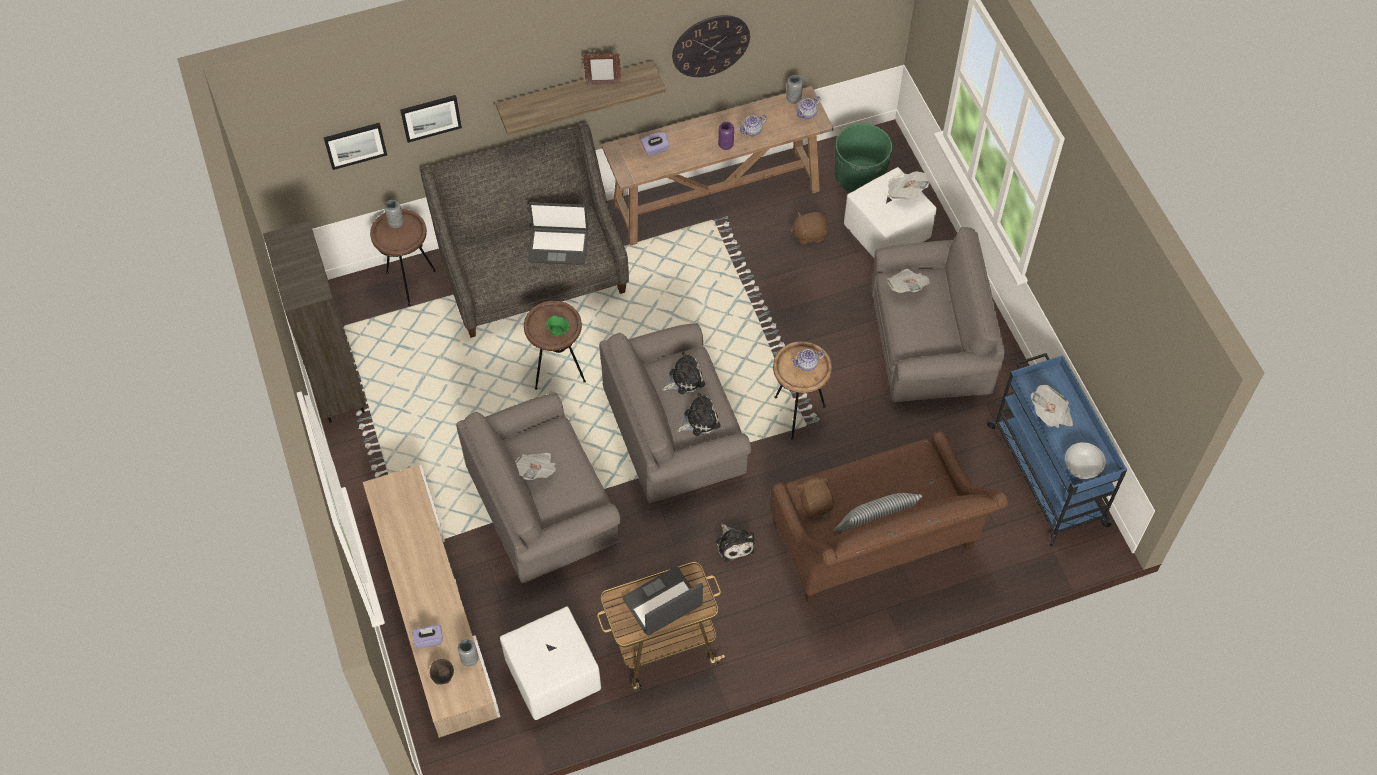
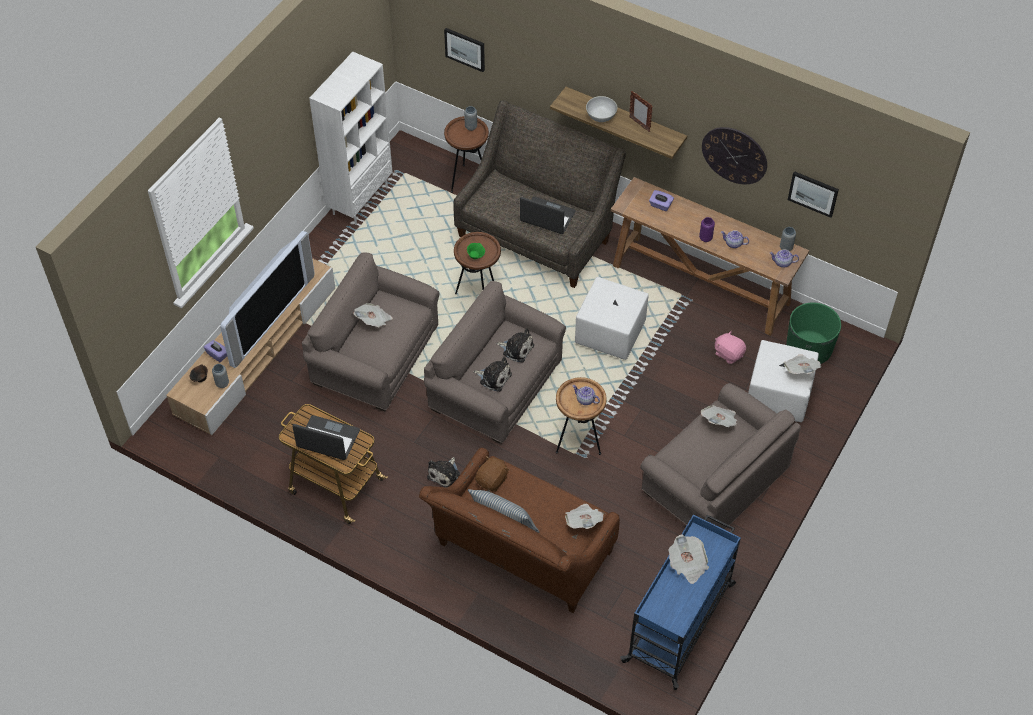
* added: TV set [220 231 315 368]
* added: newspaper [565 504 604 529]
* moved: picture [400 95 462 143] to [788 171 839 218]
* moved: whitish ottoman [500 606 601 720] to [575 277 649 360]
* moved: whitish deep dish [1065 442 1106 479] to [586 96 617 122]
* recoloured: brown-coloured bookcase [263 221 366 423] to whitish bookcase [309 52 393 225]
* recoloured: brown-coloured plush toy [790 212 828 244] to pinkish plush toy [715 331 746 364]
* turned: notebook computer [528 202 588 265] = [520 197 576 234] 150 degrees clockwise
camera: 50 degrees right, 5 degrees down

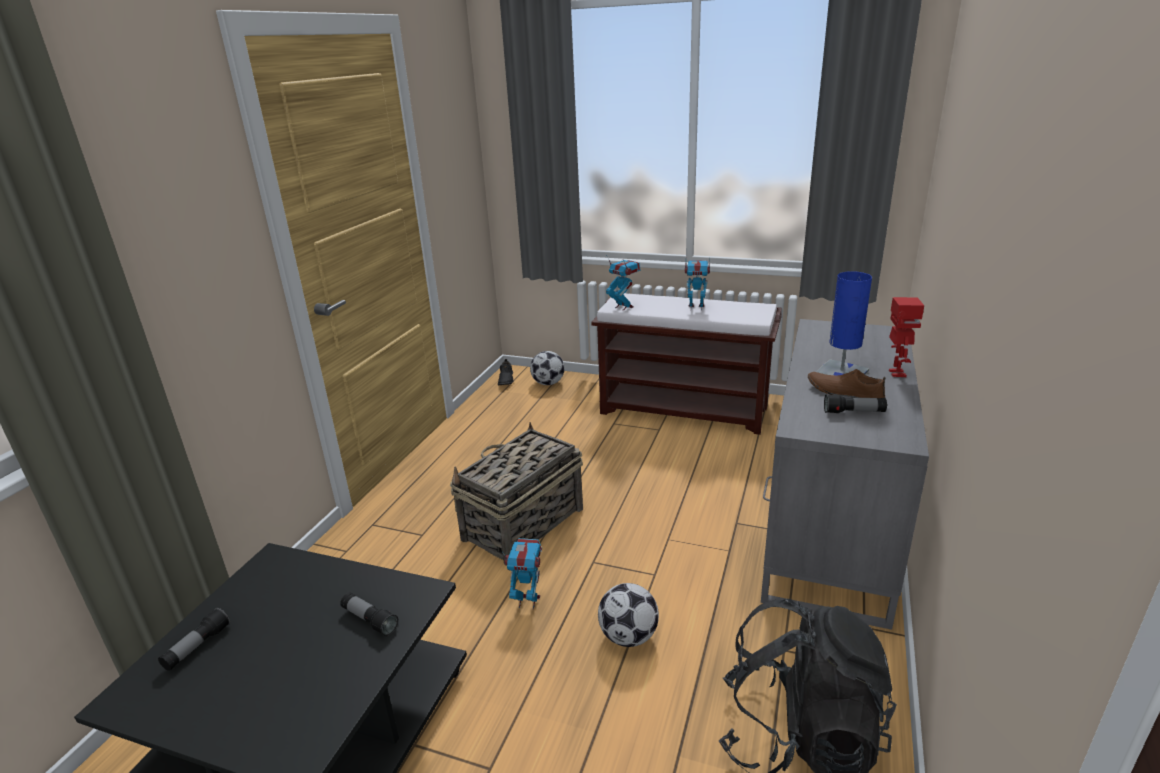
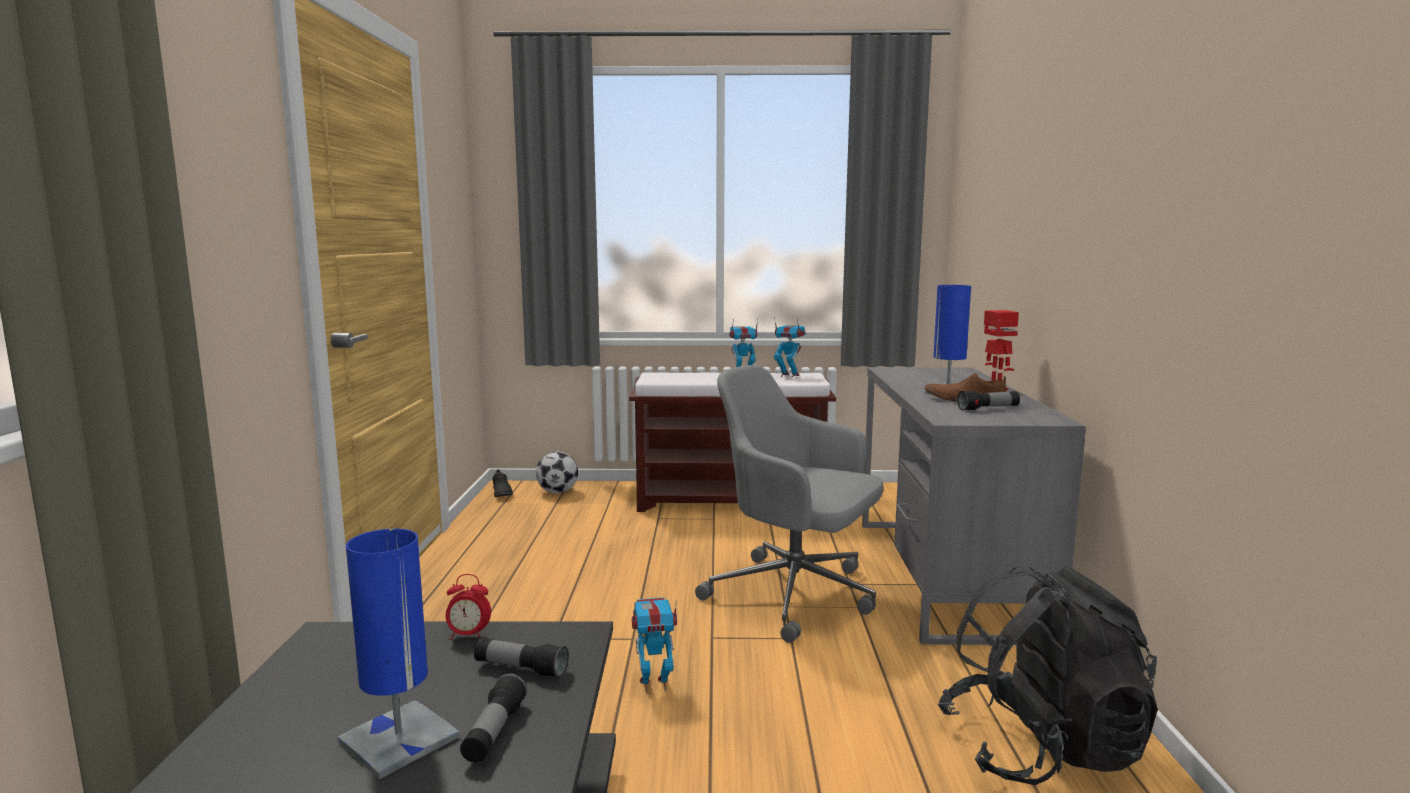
* removed: basket [450 422 583 566]
* removed: football [598 583 659 647]
* added: blue-coloured tabletop lamp [337 529 460 779]
* added: alarm clock [446 574 491 640]
* added: grey desk chair [695 365 884 643]
* moved: torch [158 608 230 671] to [460 674 527 763]
* moved: model robot [606 255 640 310] to [774 317 806 378]
camera: 20 degrees left, 15 degrees down

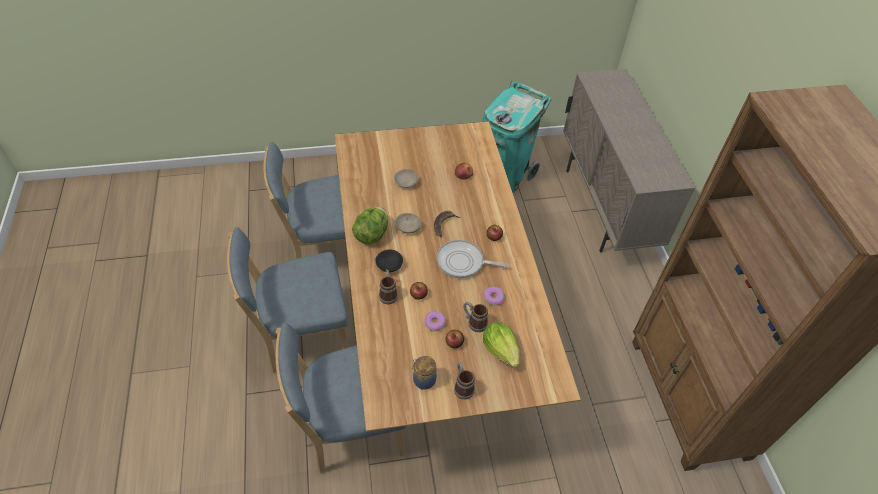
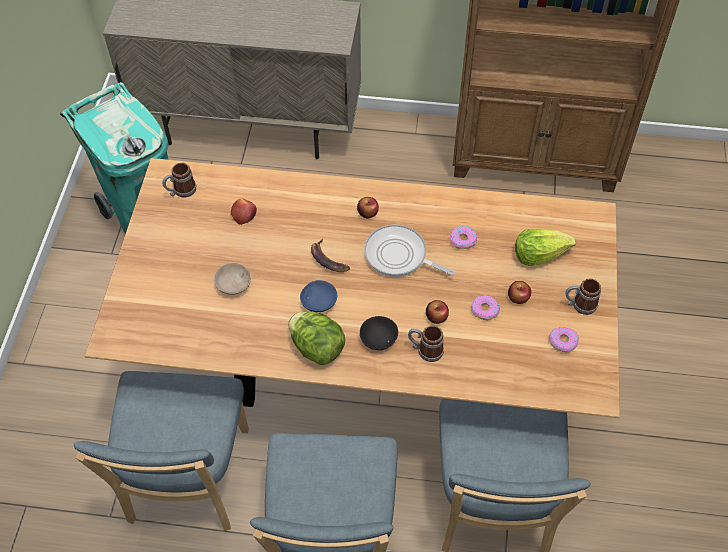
* moved: coffee mug [463 302 488 332] to [162 163 196 198]
* replaced: storage jar [412 356 437 390] to ring doughnut [549 327 579 353]
* recoloured: sand-coloured deep dish [395 213 422 234] to blue-coloured deep dish [300 280 337 312]
* turned: skillet [437 240 509 279] = [364 224 455 277] 90 degrees clockwise
camera: 70 degrees left, 5 degrees up

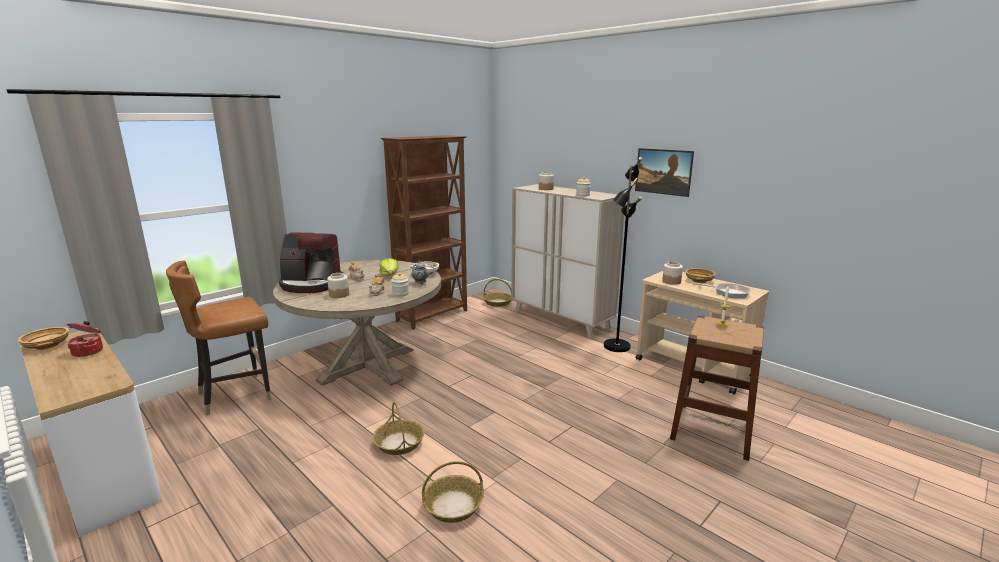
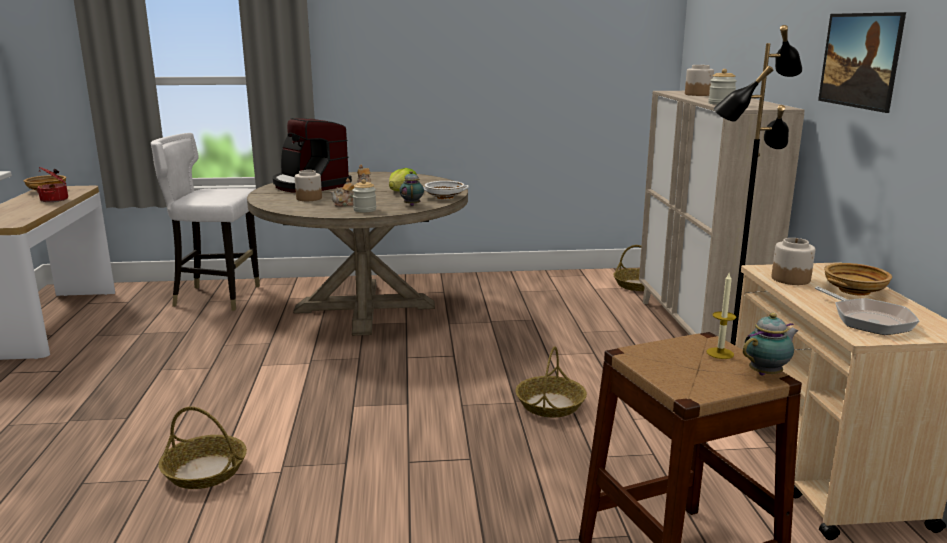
* removed: brown-coloured bookcase [381 135 467 330]
* added: tea pot [743 313 799 376]
* moved: basket [372 402 425 455] to [516 346 587 417]
* recoloured: brown-coloured plain chair [166 260 271 415] to whitish plain chair [151 133 260 311]
camera: 40 degrees right, 0 degrees up

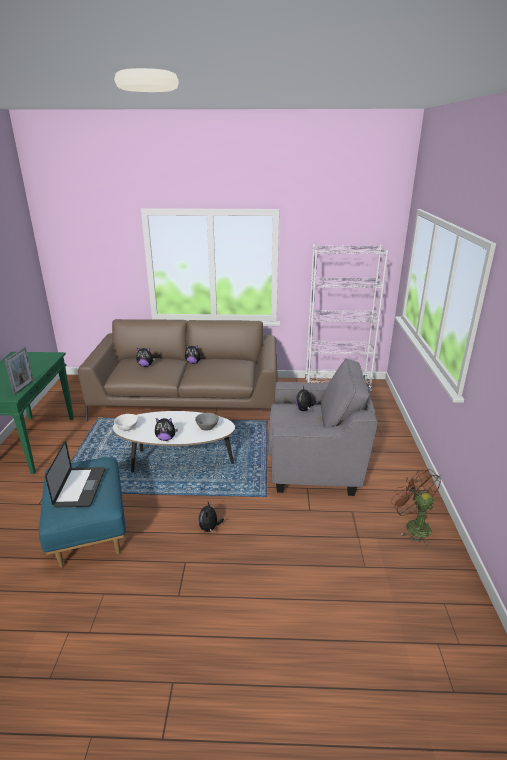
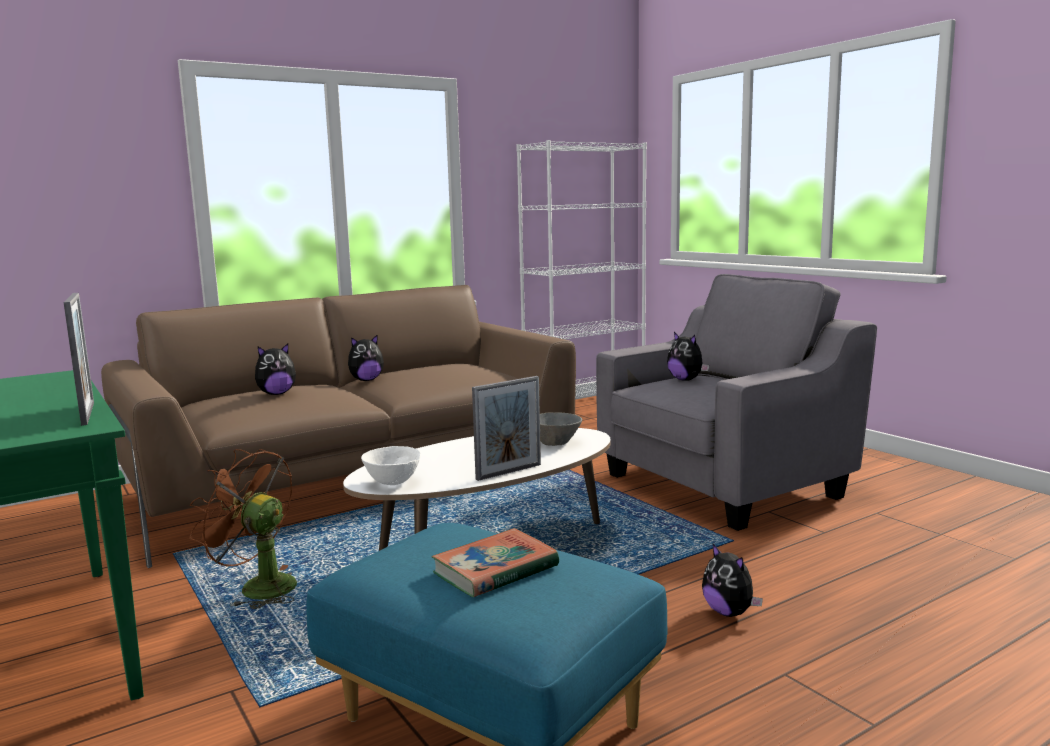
* moved: brown-coloured electric fan [391 469 441 544] to [190 449 297 609]
* replaced: notebook computer [45 440 105 508] to bound book [432 528 559 597]
* replaced: plush toy [155 418 178 441] to standing frame [472 376 541 481]
camera: 35 degrees left, 15 degrees down

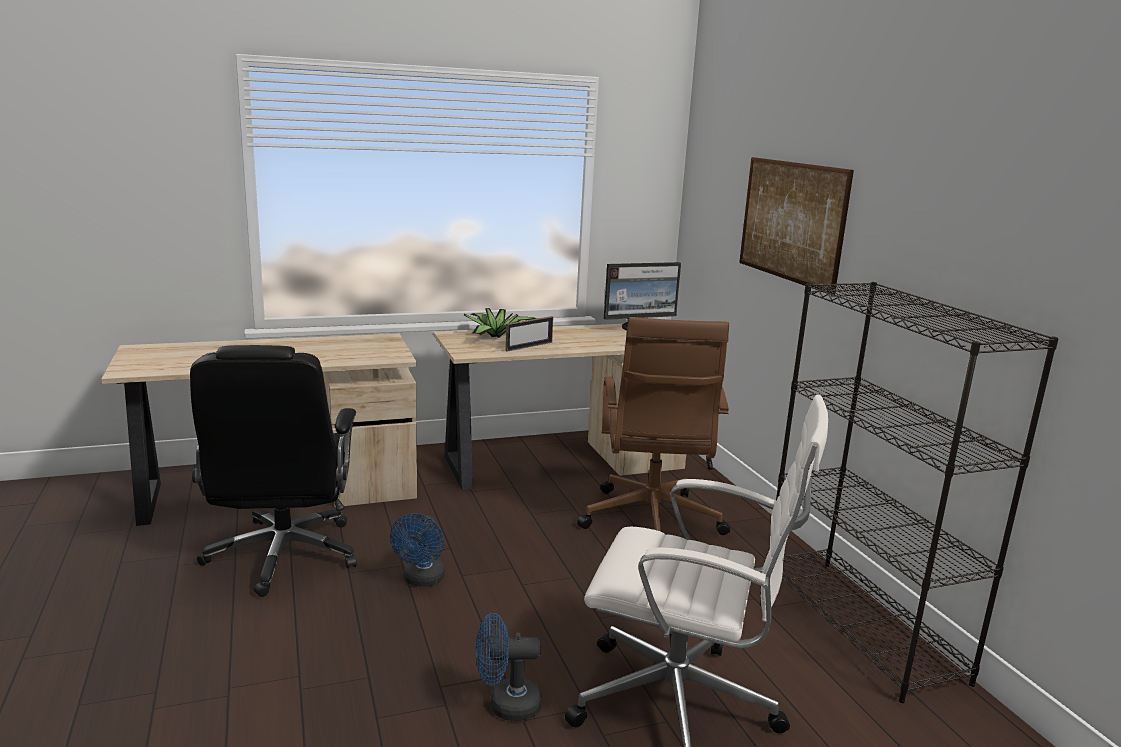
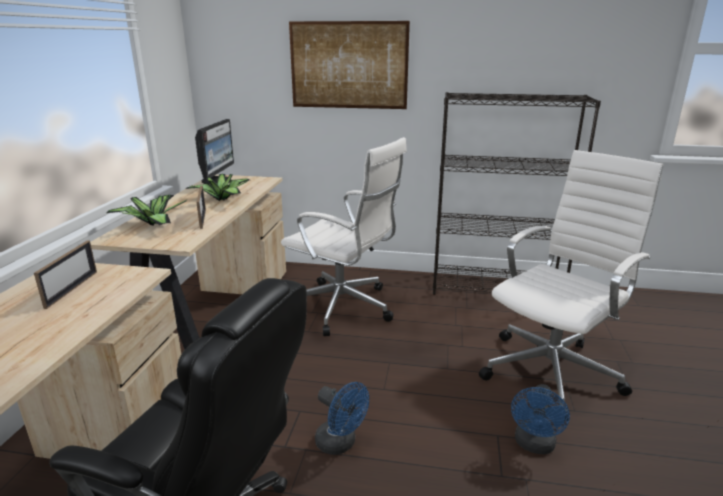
* added: standing frame [34 240 97 309]
* added: potted plant [186 174 250 201]
* recoloured: brown-coloured desk chair [577 317 730 535] to whitish desk chair [281 137 407 336]
camera: 60 degrees left, 5 degrees up

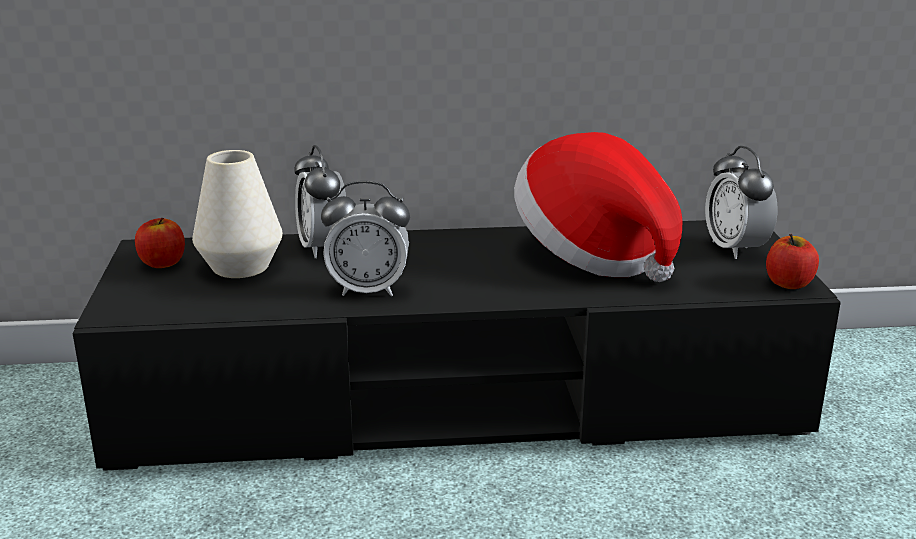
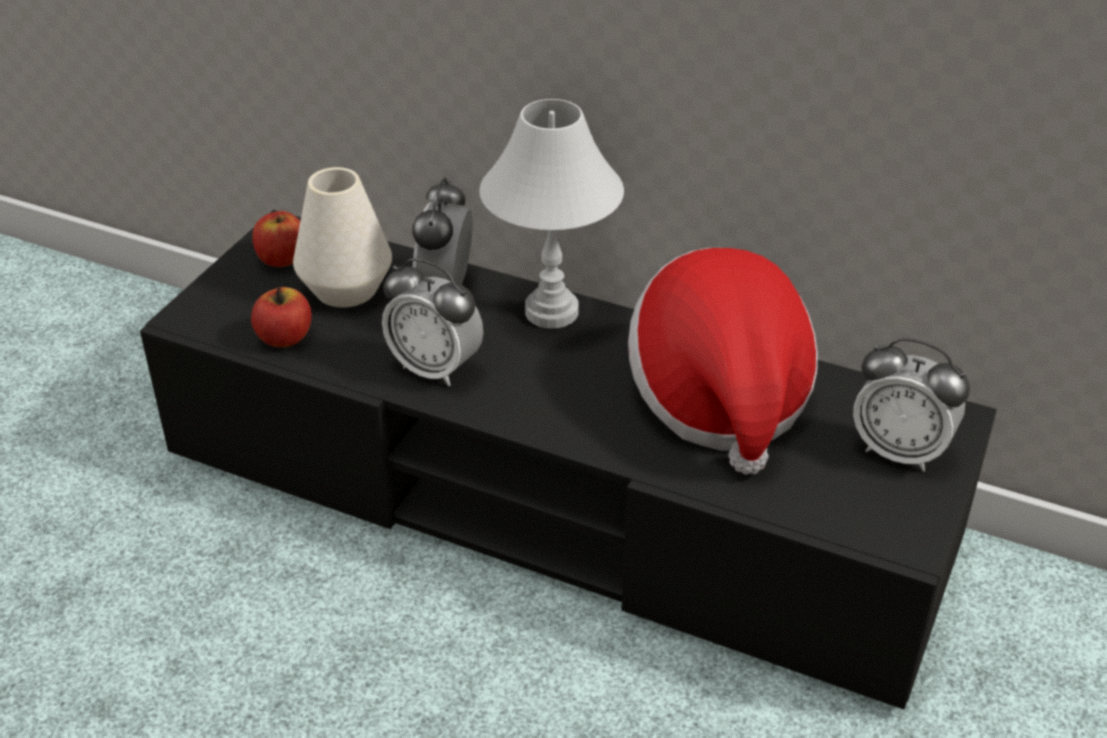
* added: whitish tabletop lamp [479 99 624 328]
* moved: whole apple [766 234 819 289] to [251 287 312 347]
* turned: alarm clock [705 146 778 259] = [853 338 970 472] 75 degrees counterclockwise
camera: 30 degrees right, 15 degrees up

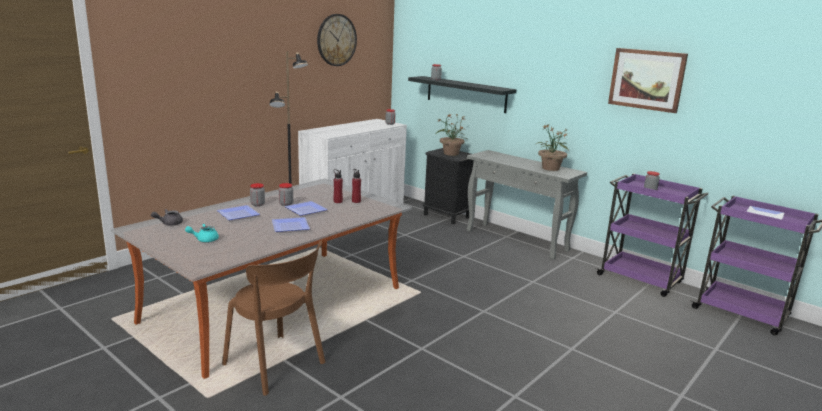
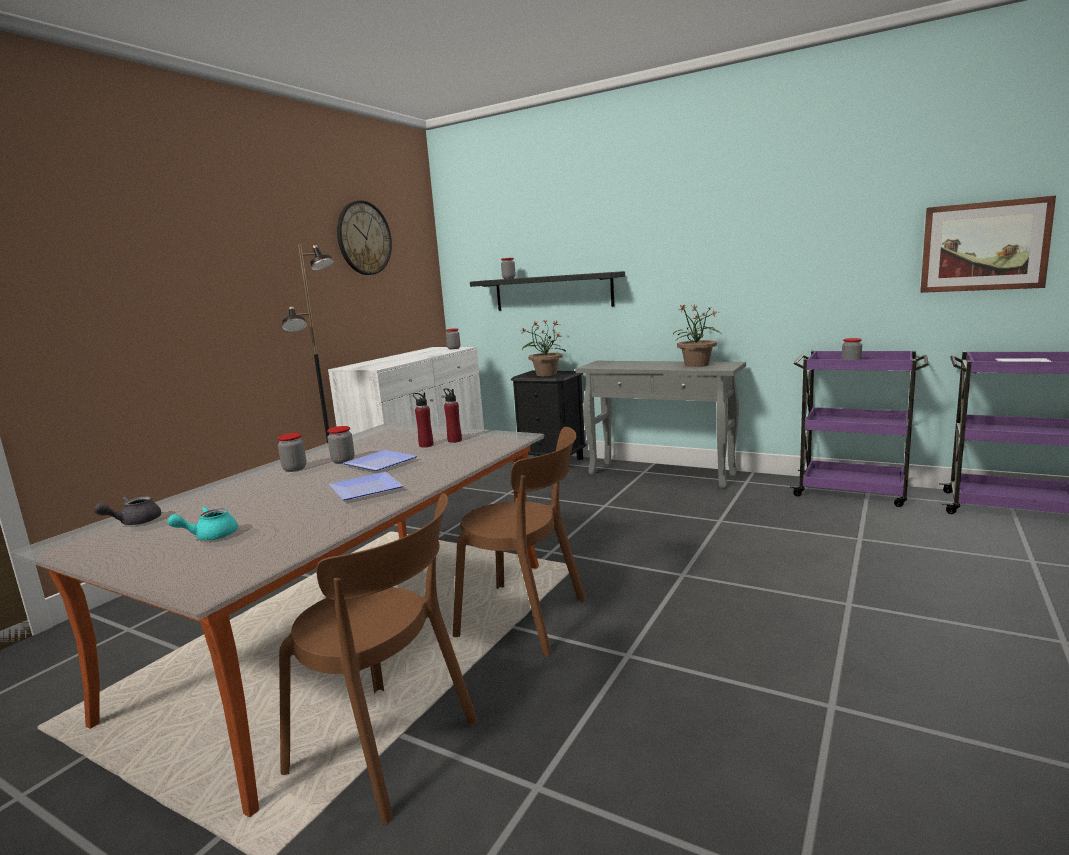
* removed: plate [217 205 260 220]
* added: brown-coloured plain chair [453 427 586 656]
* moved: picture [608 48 688 113] to [920 196 1056 293]
camera: 10 degrees left, 5 degrees down

